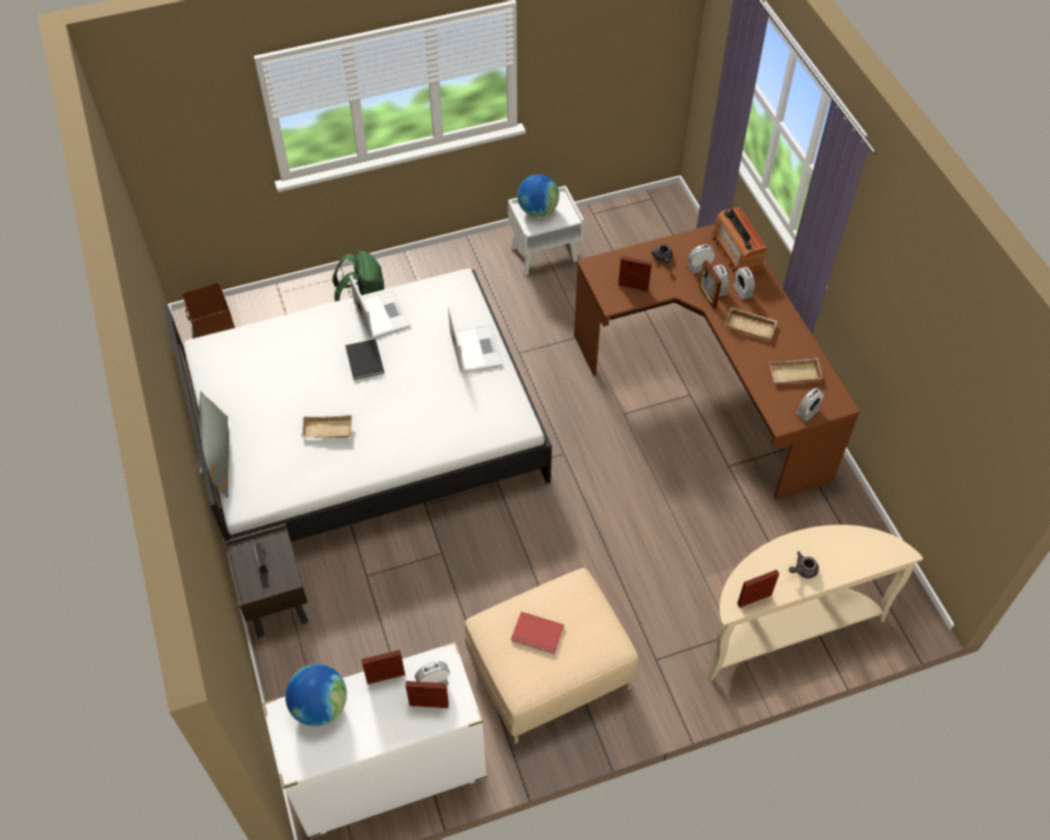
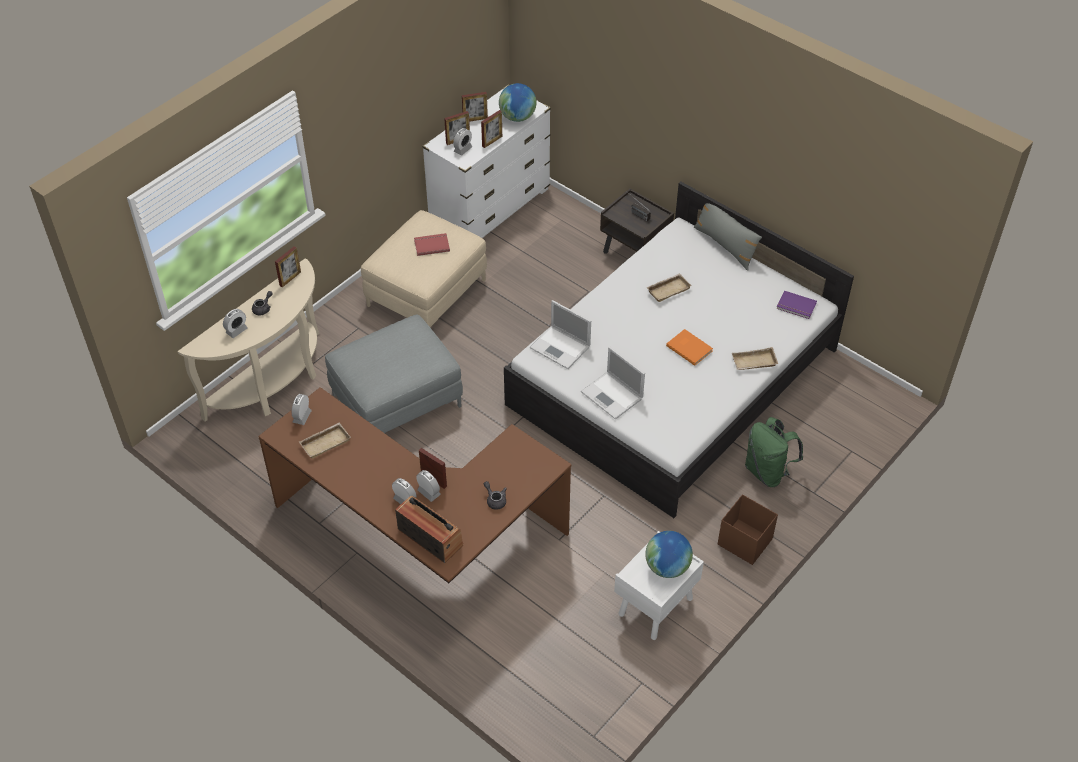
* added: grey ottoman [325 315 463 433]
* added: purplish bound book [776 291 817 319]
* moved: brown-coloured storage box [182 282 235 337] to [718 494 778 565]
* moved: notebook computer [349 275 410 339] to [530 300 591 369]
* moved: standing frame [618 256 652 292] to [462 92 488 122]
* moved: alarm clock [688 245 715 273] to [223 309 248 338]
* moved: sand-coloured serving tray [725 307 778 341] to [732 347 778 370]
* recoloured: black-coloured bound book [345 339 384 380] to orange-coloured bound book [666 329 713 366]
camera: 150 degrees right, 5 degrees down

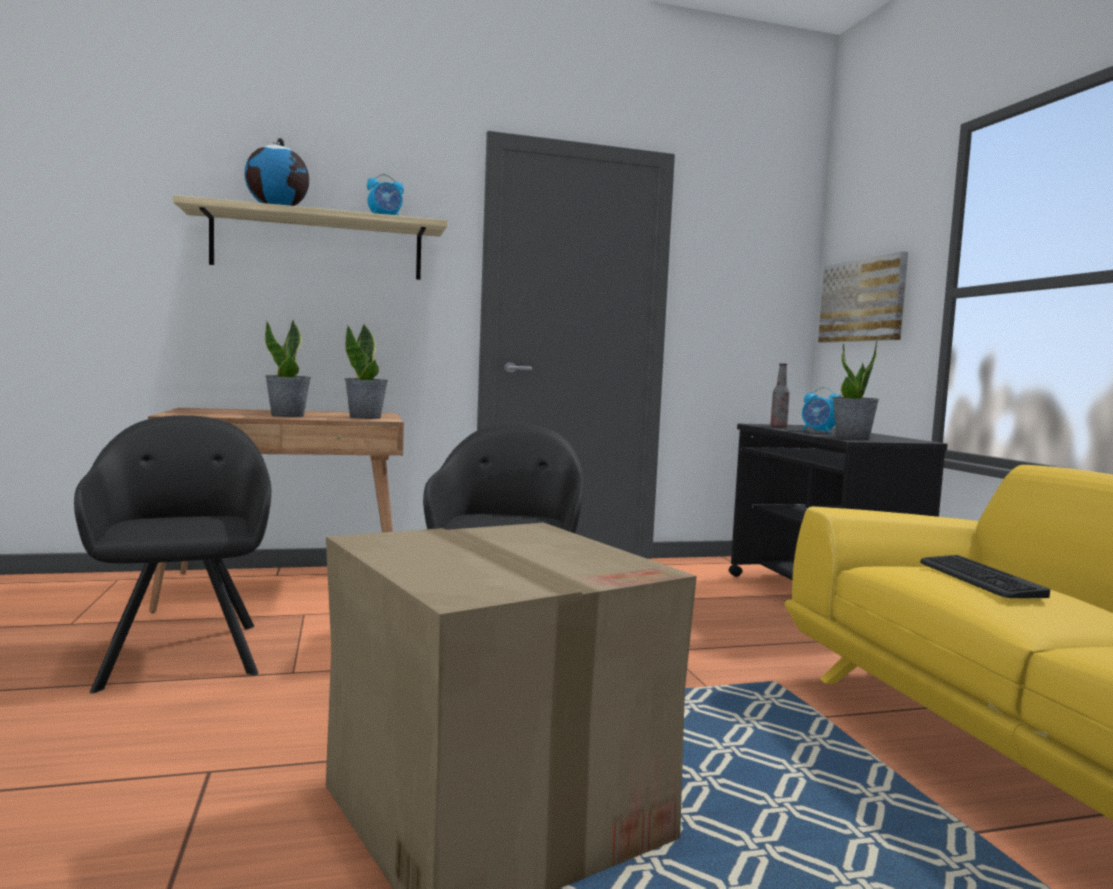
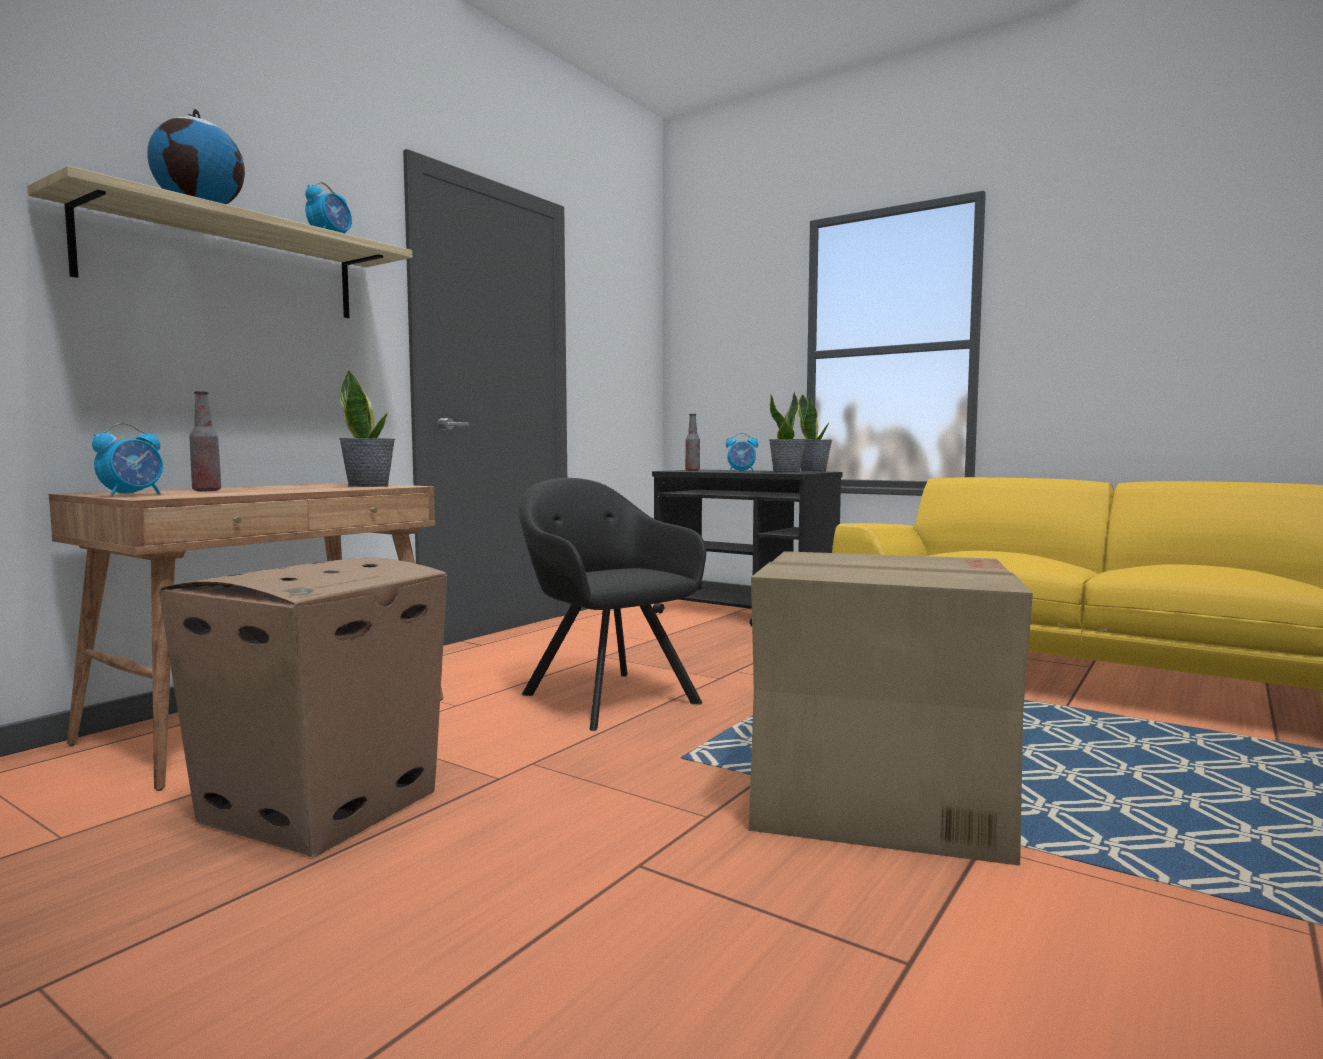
* removed: picture [818 251 908 343]
* removed: PC keyboard [920 555 1050 598]
* added: alarm clock [92 423 163 496]
* added: bottle [189 391 221 491]
* moved: potted plant [265 320 311 417] to [797 394 832 472]
* replaced: black-coloured armchair [74 415 271 693] to cardboard box [158 558 447 858]
camera: 40 degrees left, 0 degrees up

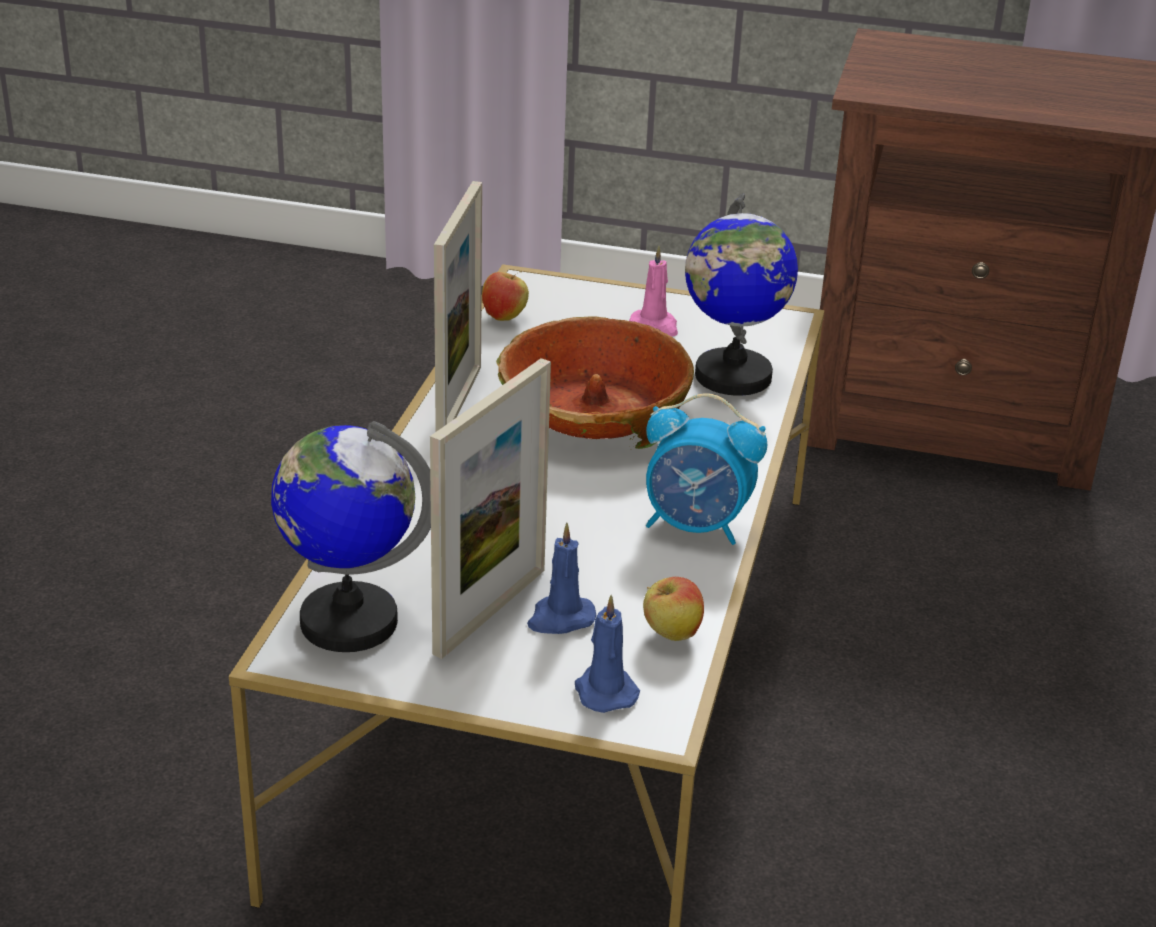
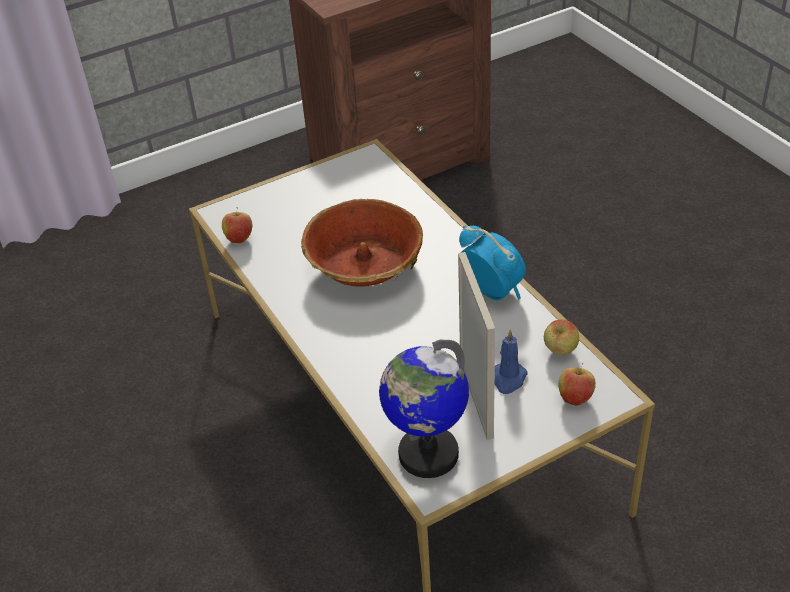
* removed: standing frame [434 181 482 432]
* removed: pinkish wax candle [629 246 678 337]
* removed: world globe [685 194 798 396]
* replaced: blue-coloured wax candle [575 595 640 713] to whole apple [558 363 596 406]
* turned: alarm clock [646 393 767 545] = [459 225 526 300] 105 degrees counterclockwise
camera: 40 degrees left, 10 degrees up

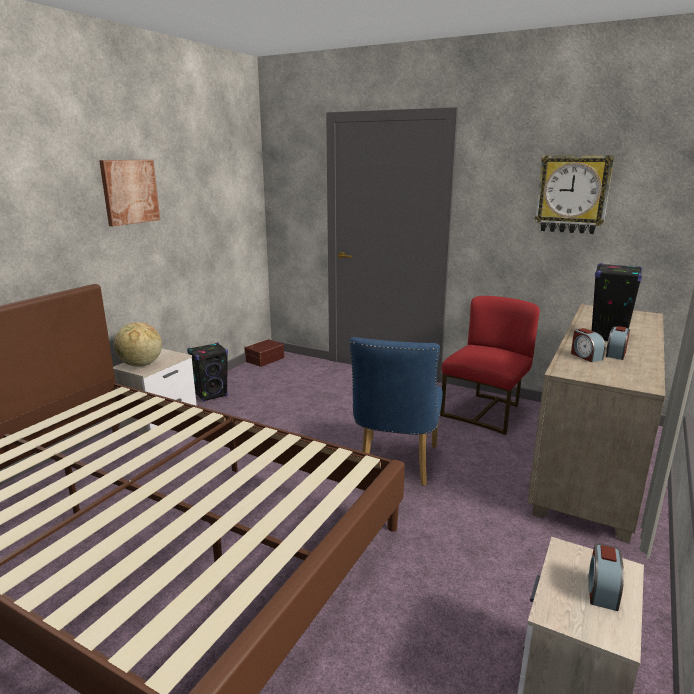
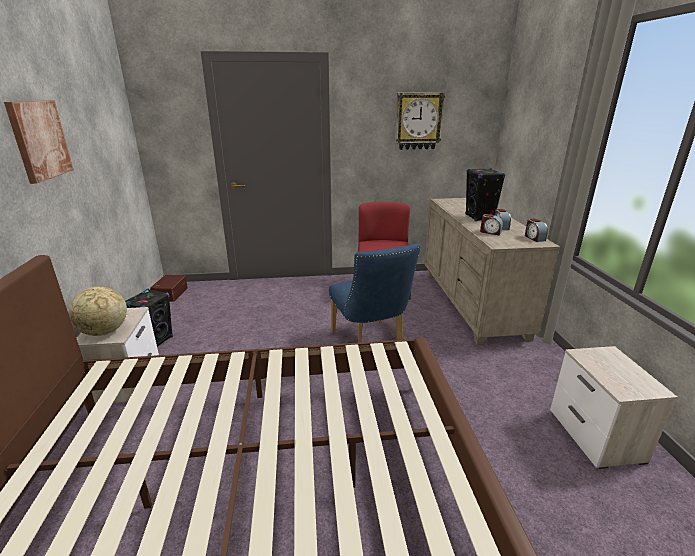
* moved: alarm clock [588 543 624 611] to [525 219 548 242]
camera: 35 degrees left, 5 degrees up

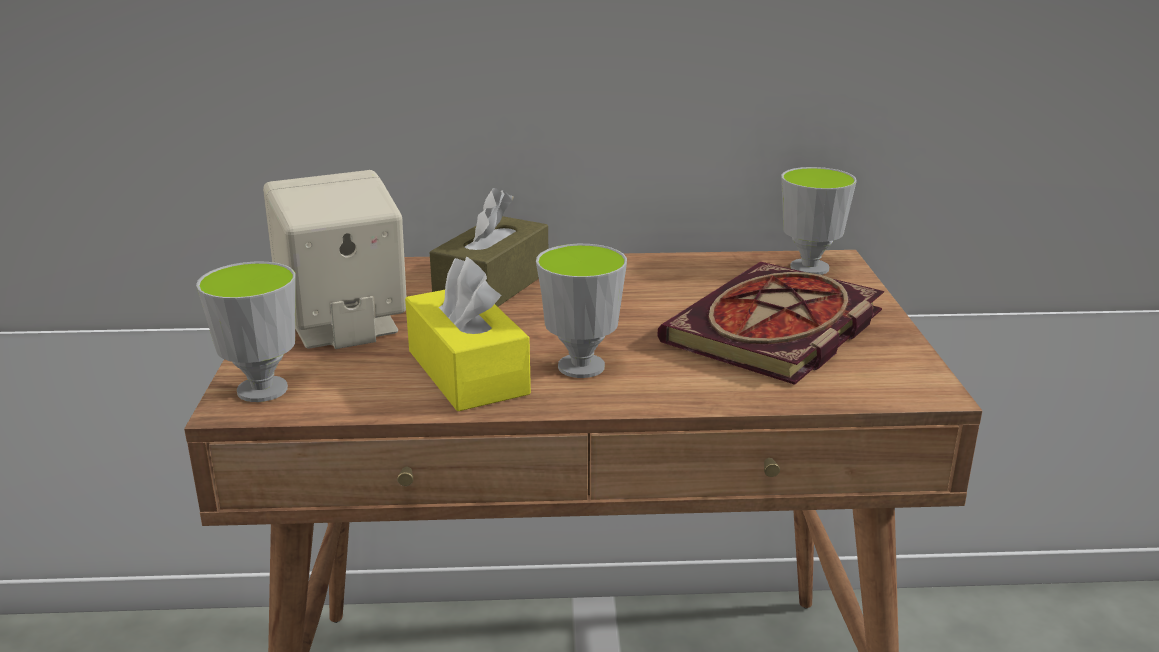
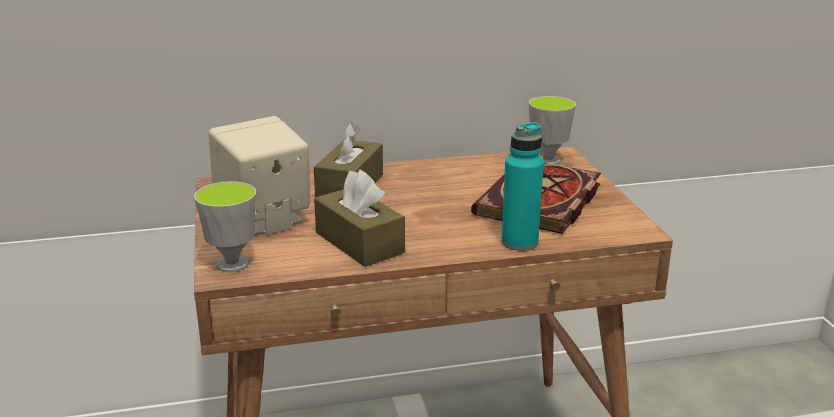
* removed: cup [536 244 627 378]
* added: blue-green bottle [501 122 544 251]
* recoloured: yellow box of tissues [405 257 531 411] to brown-coloured box of tissues [314 169 405 267]
camera: 10 degrees left, 0 degrees up

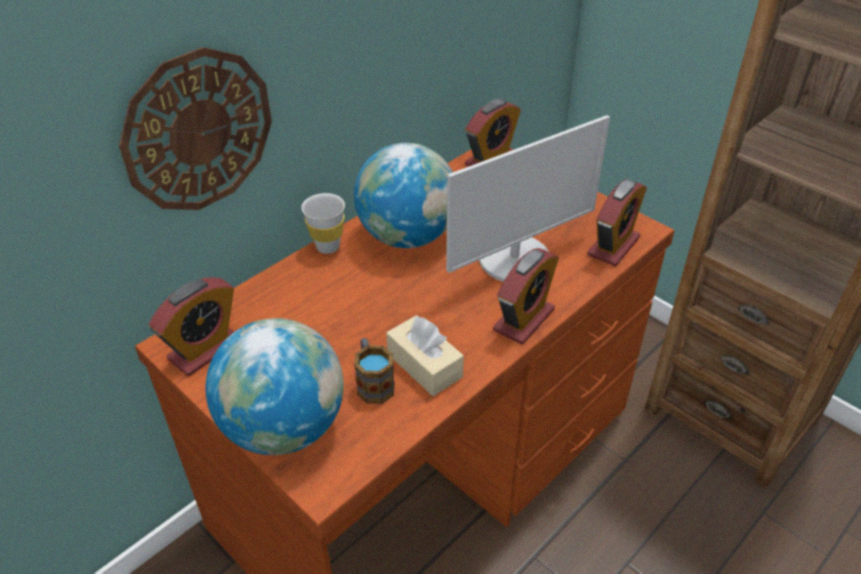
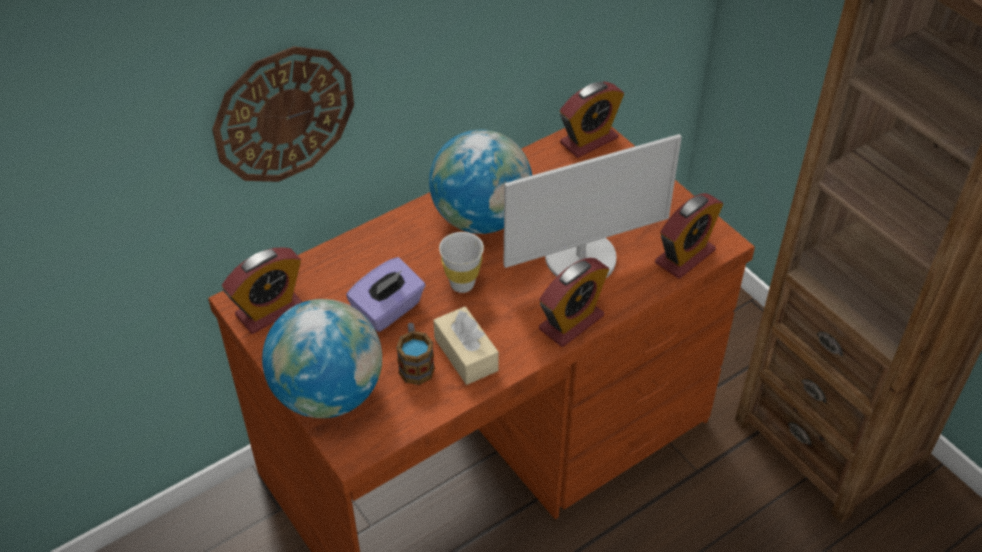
* added: purplish box of tissues [346 257 426 332]
* moved: whitish cup [301 193 345 254] to [439 232 484 293]
camera: 10 degrees right, 5 degrees up

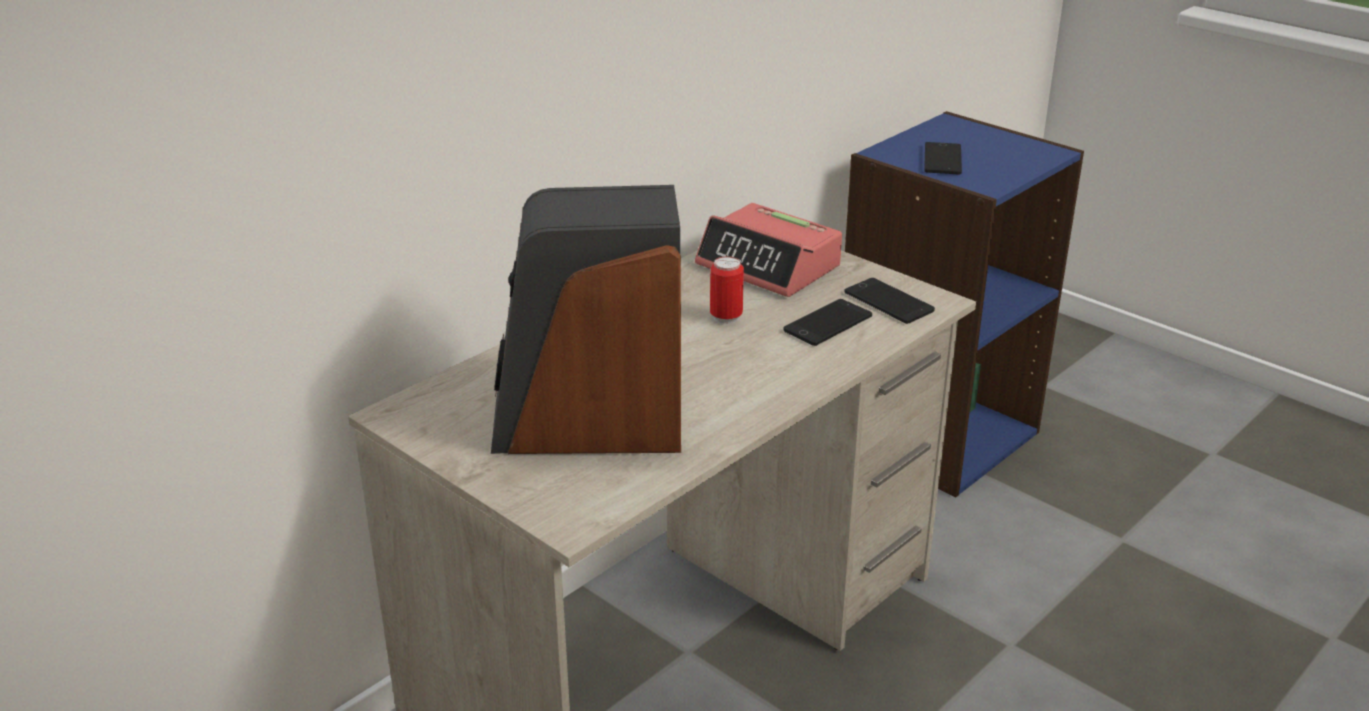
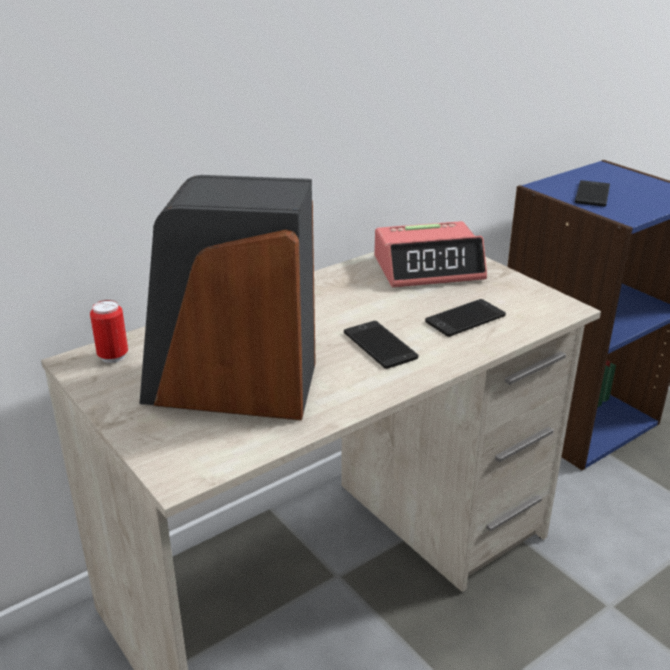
* moved: sealed can [710 256 744 324] to [90 300 128 363]
* moved: handset [844 278 935 324] to [344 321 418 369]
* turned: alarm clock [695 203 842 297] = [374 221 487 287] 60 degrees counterclockwise
camera: 10 degrees right, 0 degrees up

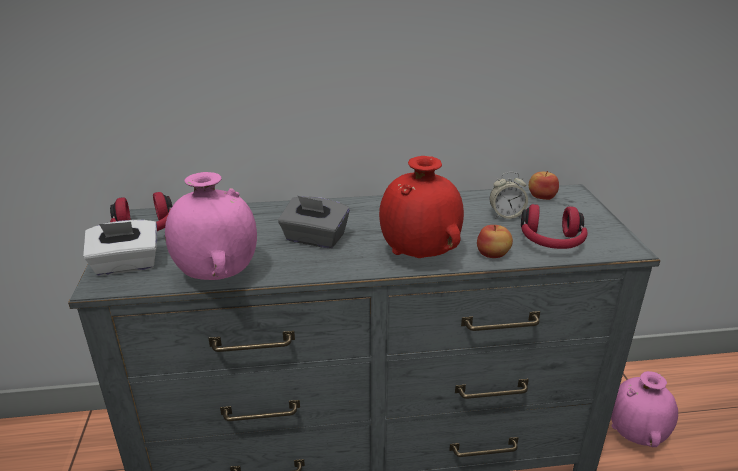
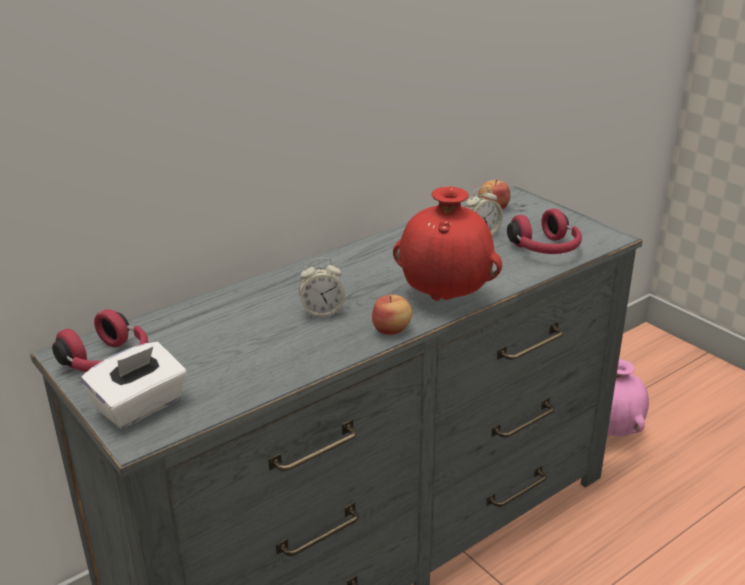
* removed: pinkish vase [165 172 257 280]
* moved: whole apple [477 225 513 258] to [372 295 412 335]
* replaced: grey box of tissues [278 195 350 249] to alarm clock [299 258 345 318]
camera: 30 degrees left, 0 degrees up

